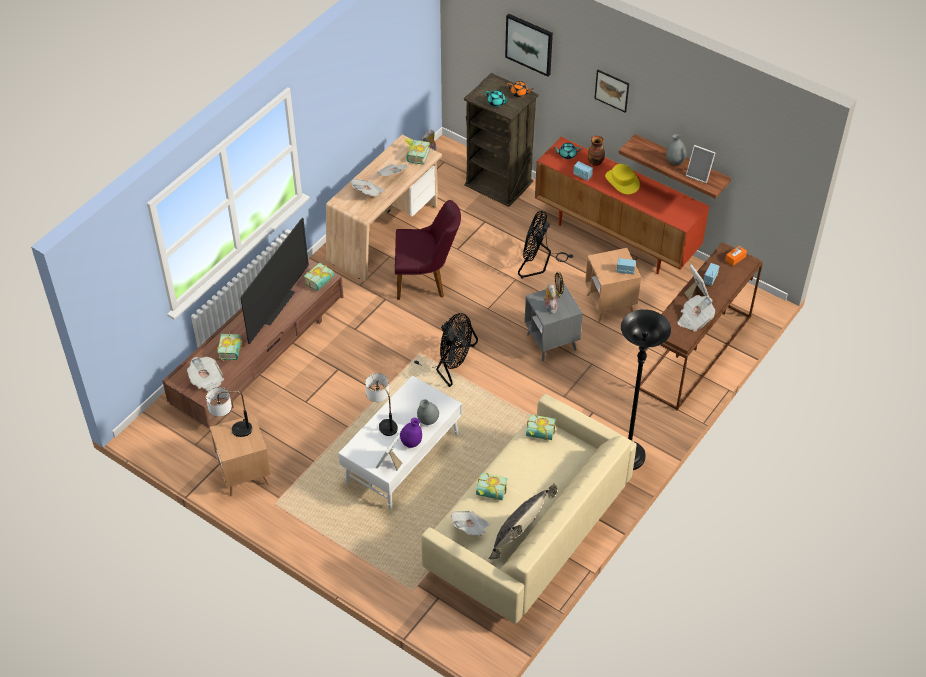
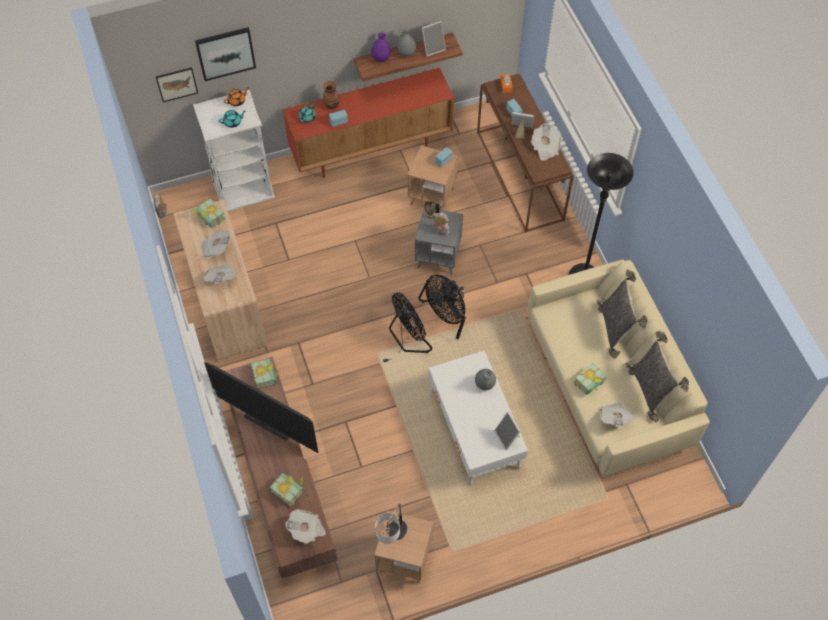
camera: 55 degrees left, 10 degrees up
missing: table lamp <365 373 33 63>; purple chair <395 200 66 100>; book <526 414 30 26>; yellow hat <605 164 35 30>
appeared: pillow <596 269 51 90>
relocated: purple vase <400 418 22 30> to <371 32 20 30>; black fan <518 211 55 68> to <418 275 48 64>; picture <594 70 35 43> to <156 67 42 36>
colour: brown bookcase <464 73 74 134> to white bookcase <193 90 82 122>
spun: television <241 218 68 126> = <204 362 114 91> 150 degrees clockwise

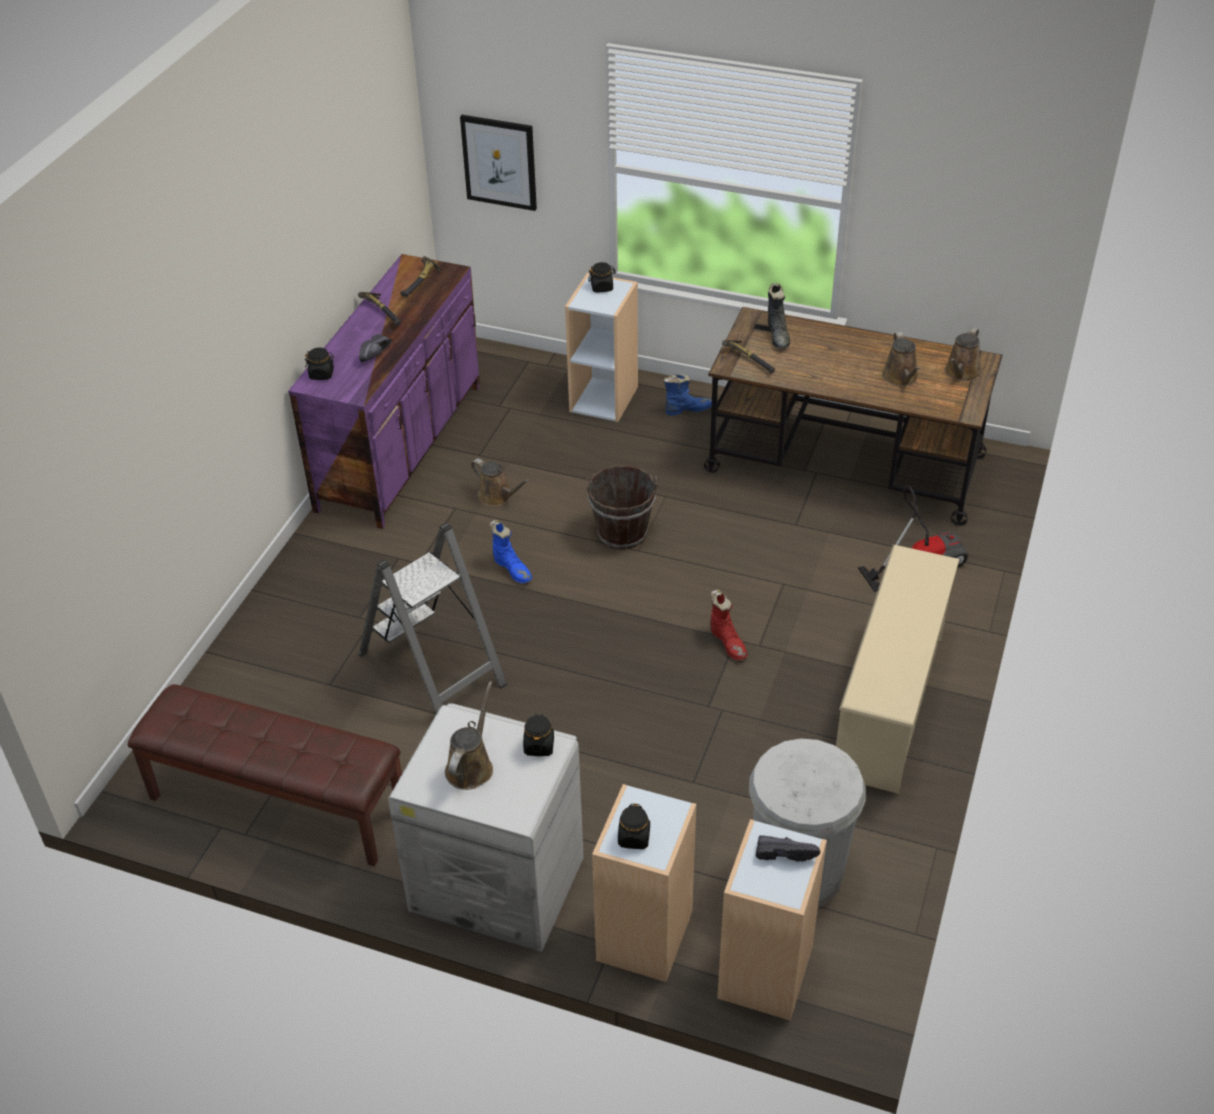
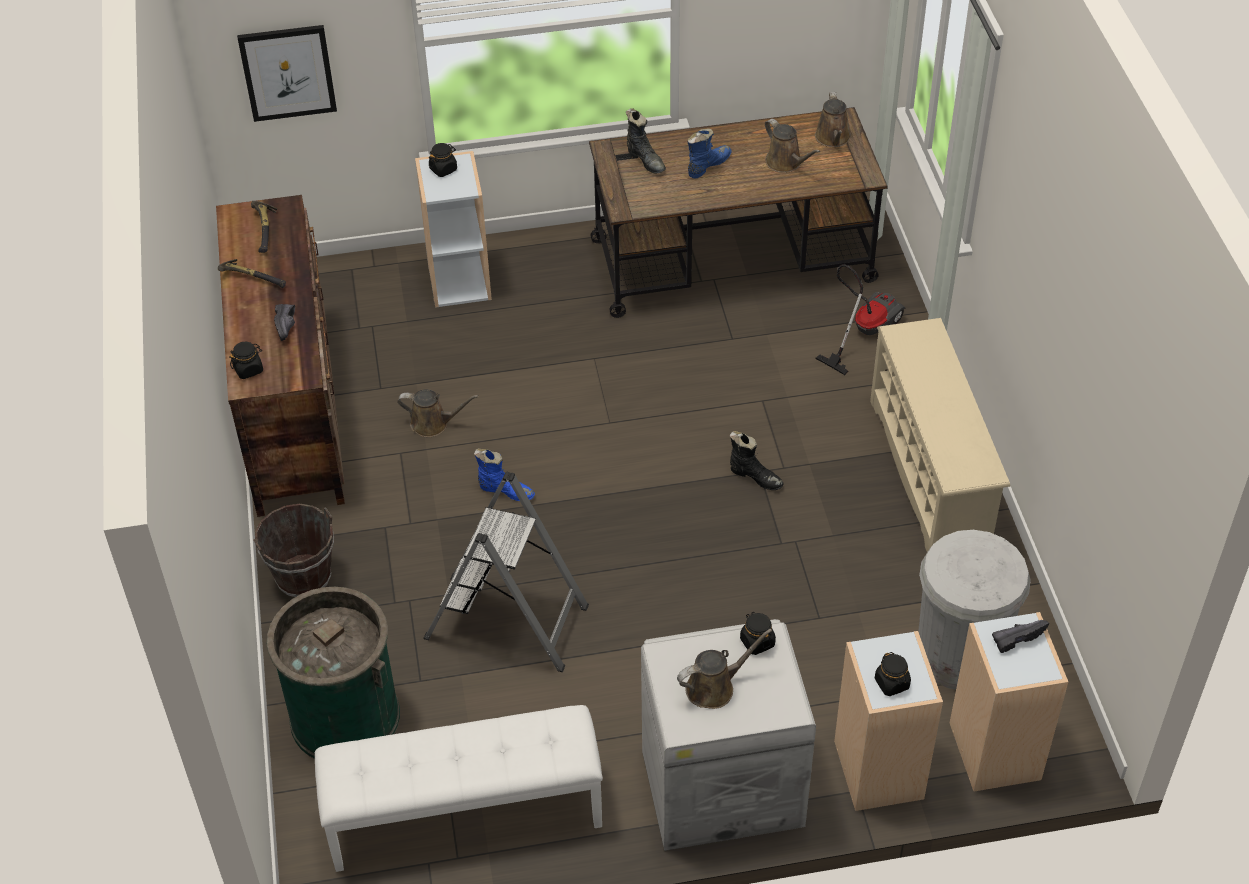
camera: 30 degrees left, 5 degrees up
missing: hammer <722 340 53 34>
appeared: green trash can <267 587 133 172>
relocated: brown bucket <587 465 70 84> to <254 504 80 94>; blue boot <664 374 48 42> to <687 128 45 50>
colour: brown bench <128 684 274 182> to white bench <315 705 288 167>; purple cabinet <288 254 192 275> to brown cabinet <216 195 129 322>; red boot <710 590 37 70> to black boot <730 431 54 59>
spun: brown watering can <445 681 48 109> = <677 629 95 80> 75 degrees clockwise

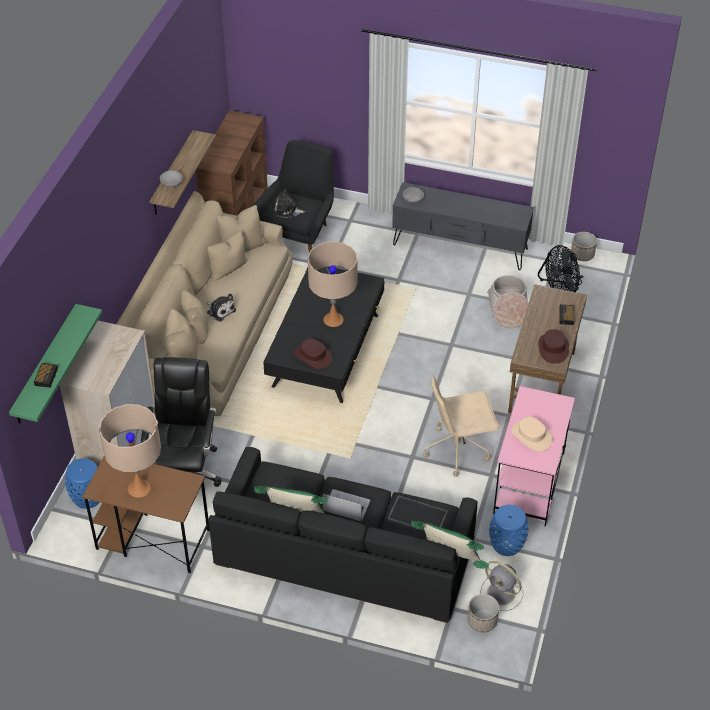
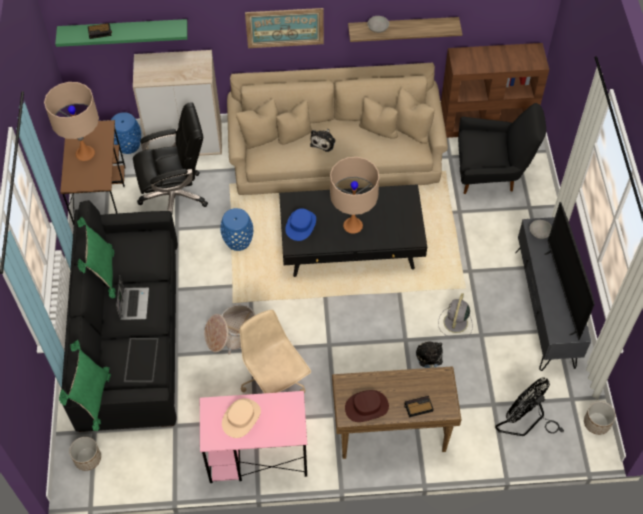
camera: 70 degrees right, 10 degrees up
appeared: picture <245 8 79 40>; television <544 202 51 138>
relocated: plush toy <274 189 31 29> to <416 341 27 27>; grey fan <480 561 43 50> to <438 293 35 46>; basket <487 275 42 53> to <204 304 51 51>; blue stool <489 505 39 51> to <220 208 34 43>
colour: brown hat <294 339 38 30> to blue hat <285 208 31 33>

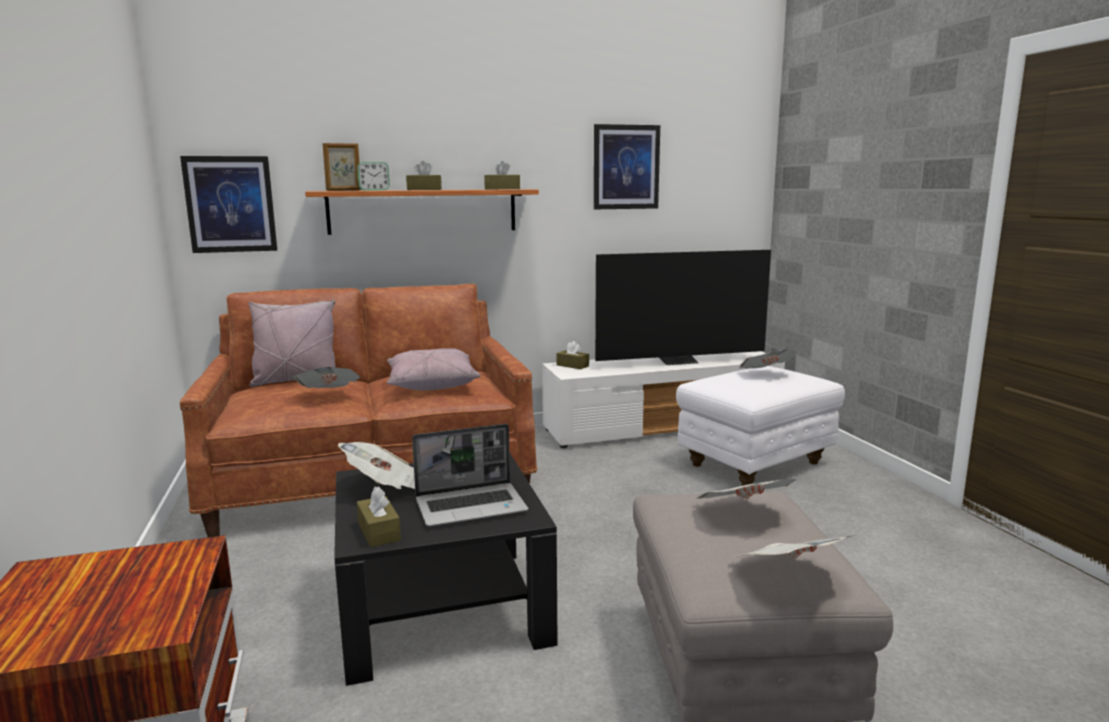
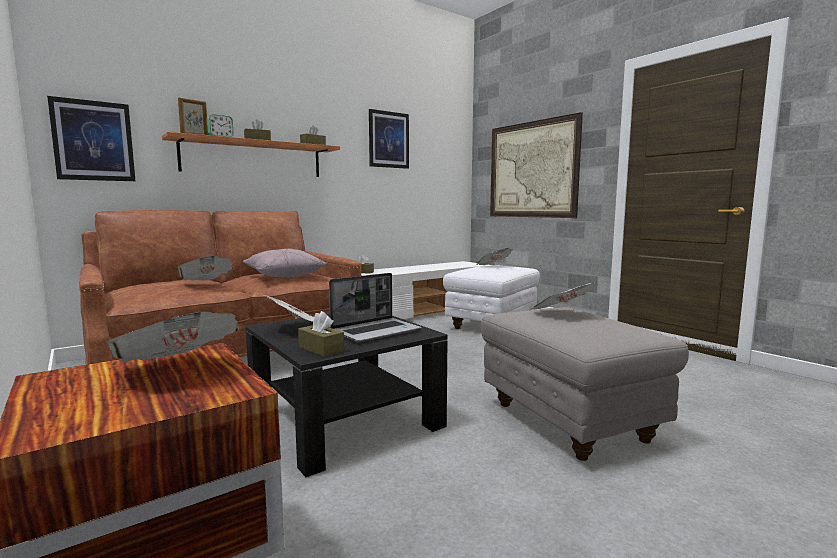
camera: 20 degrees left, 5 degrees down
missing: purple pillow <249 300 86 87>; television <595 250 176 115>
appeared: picture <490 112 93 106>
relocated: newspaper <731 535 126 23> to <106 312 133 49>

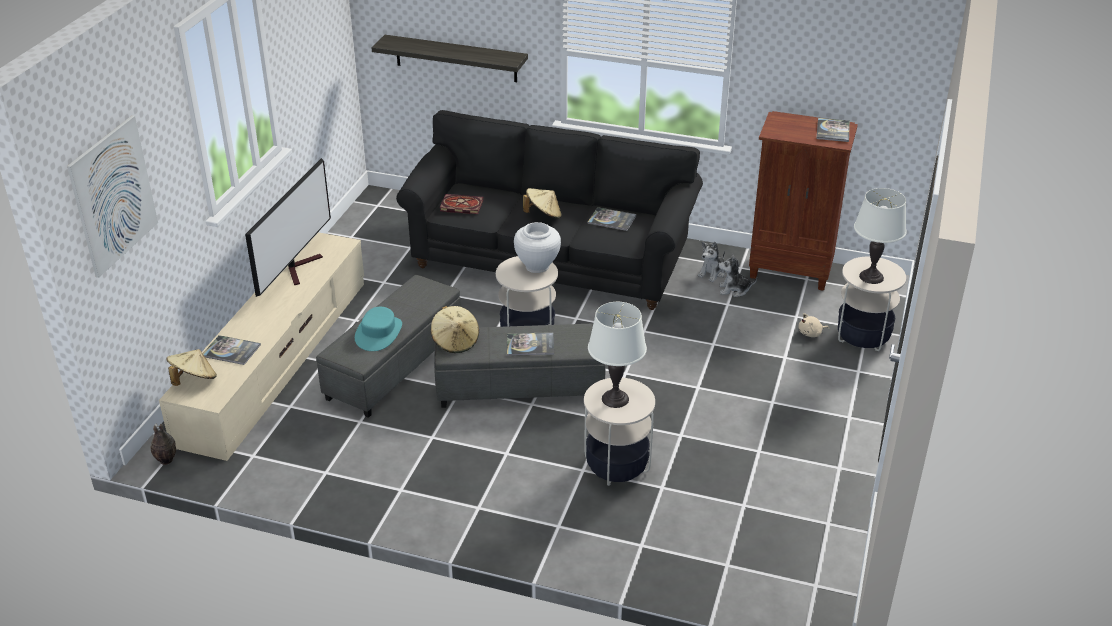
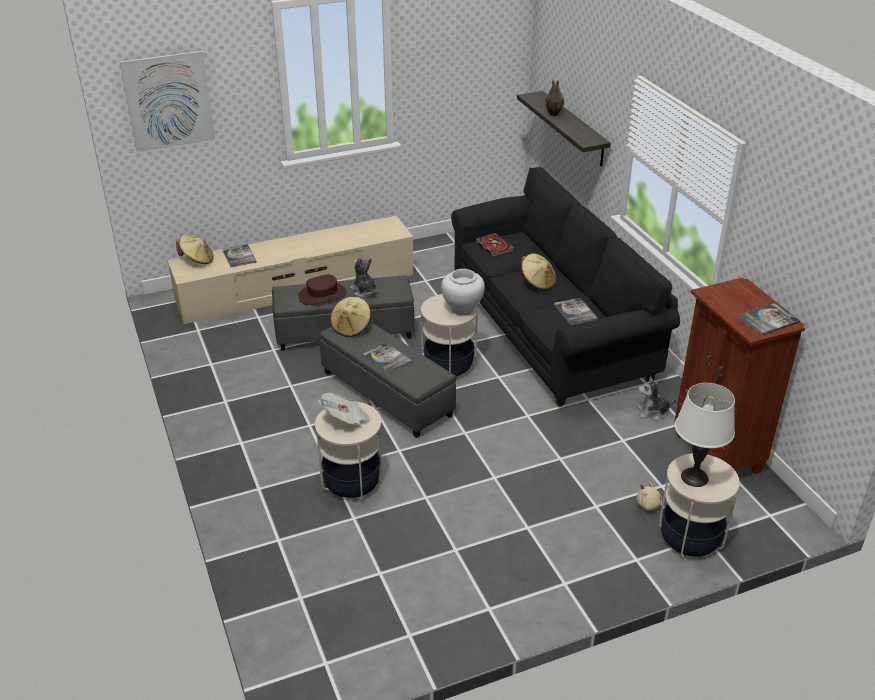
camera: 50 degrees right, 0 degrees up
missing: television <245 158 86 139>
relocated: vase <151 423 25 42> to <546 79 18 37>; plush toy <718 253 39 44> to <350 257 27 40>
exchanged: white table lamp <588 302 59 106> to newspaper <318 392 54 32>
colour: turquoise hat <355 307 47 44> to brown hat <298 274 49 31>

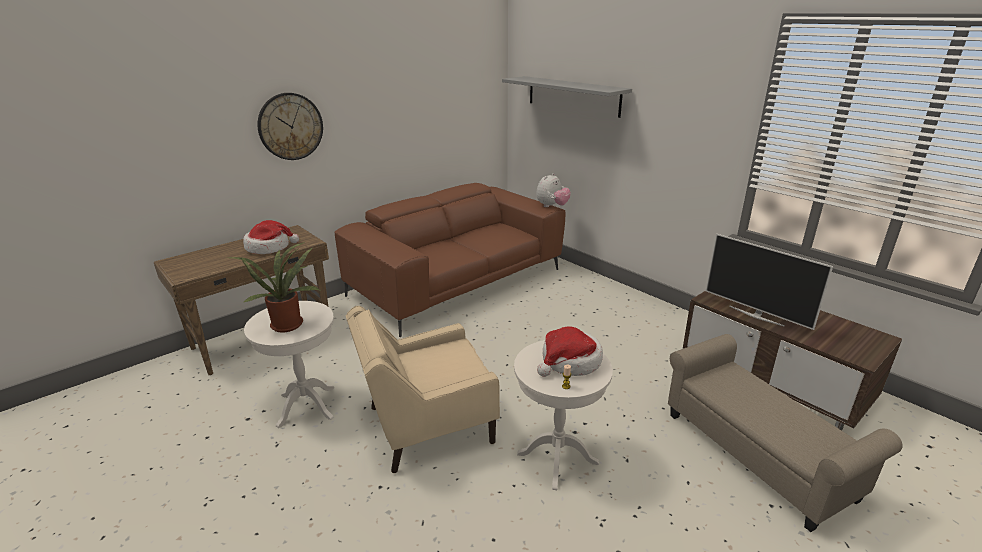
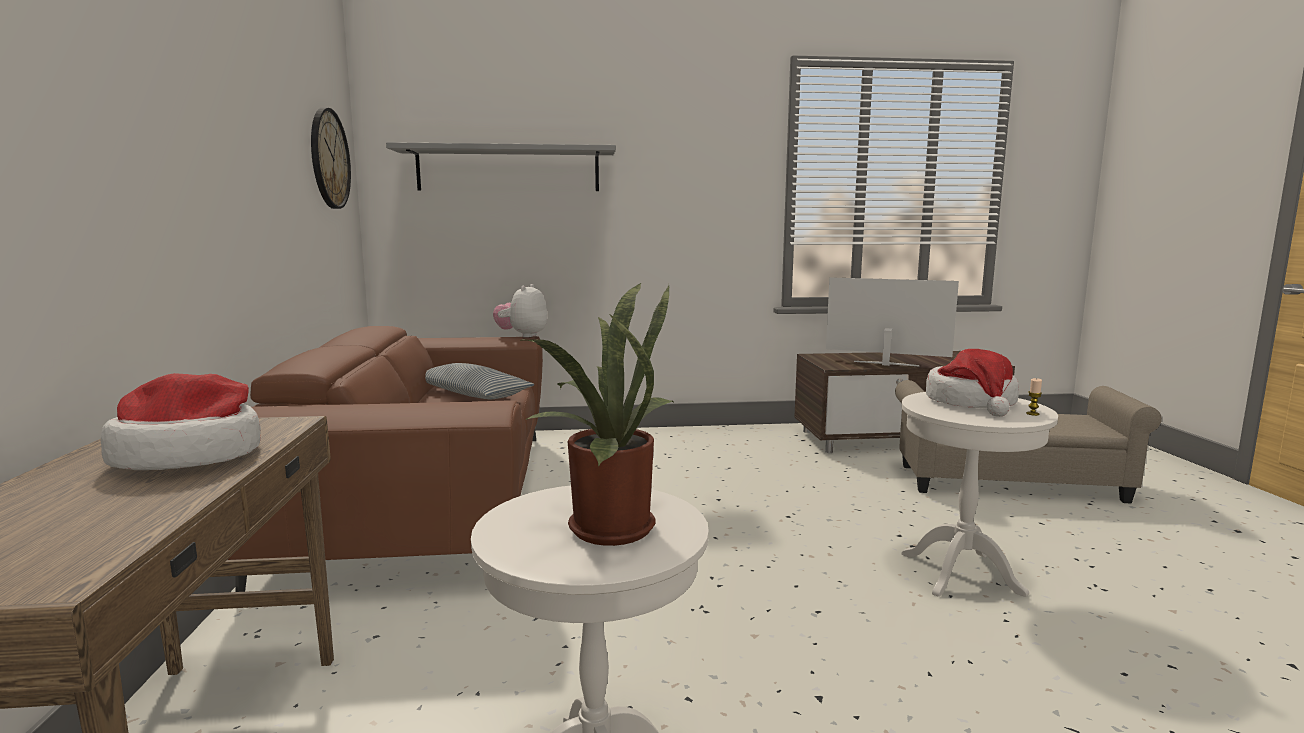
camera: 55 degrees left, 15 degrees down
missing: beige armchair <346 306 154 167>
appeared: pillow <425 363 109 36>
relocated: wall clock <257 93 66 67> to <311 108 40 101>
spun: plush toy <536 173 35 34> = <493 284 54 53> 150 degrees counterclockwise; television <705 234 128 96> = <826 277 133 89> 150 degrees counterclockwise

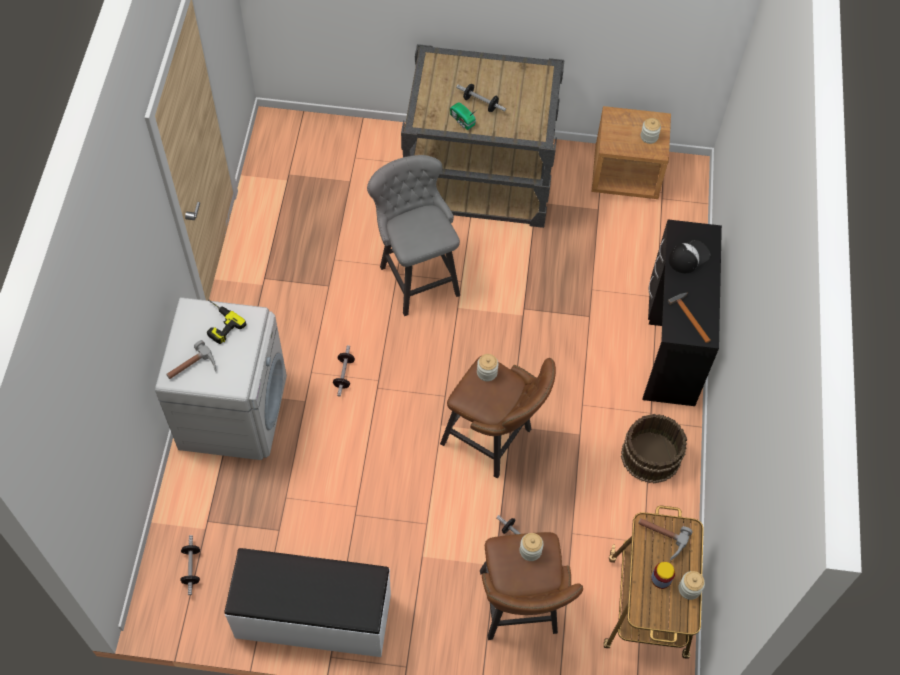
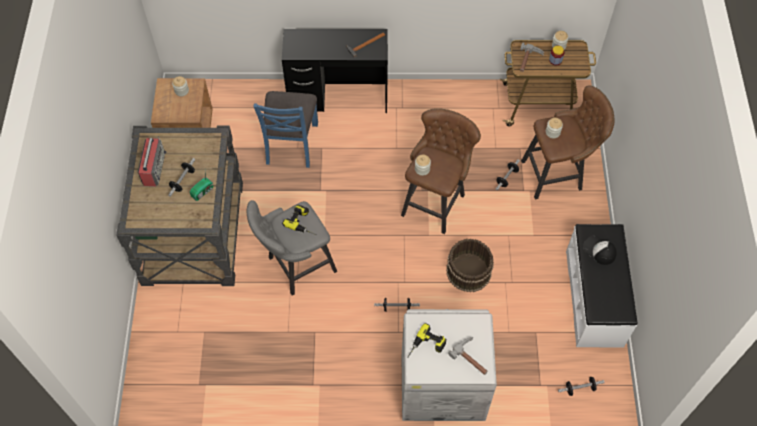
camera: 95 degrees left, 0 degrees up
appeared: radio <138 136 28 51>; blue chair <254 91 64 77>; power drill <282 205 35 30>
relocated: brown bucket <621 414 66 70> to <446 239 48 53>; cap <669 240 41 33> to <583 236 34 29>

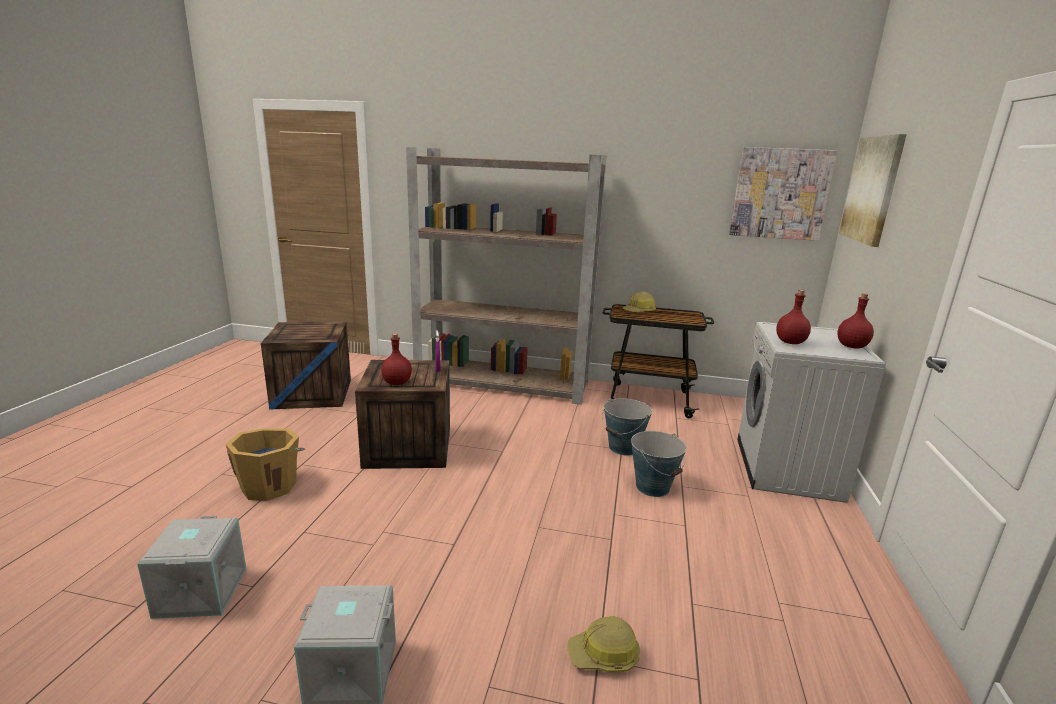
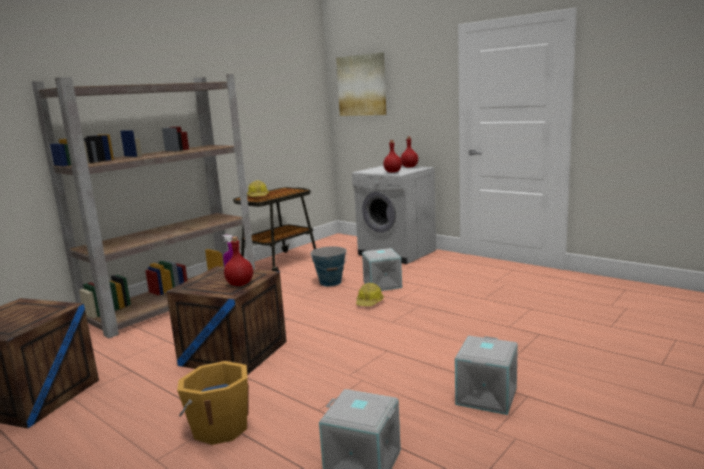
camera: 60 degrees left, 5 degrees down
missing: picture <729 147 108 94>
relocated: hard hat <567 616 73 57> to <356 283 28 23>
exchanged: bucket <631 431 56 66> to grey storage box <362 248 40 43>

